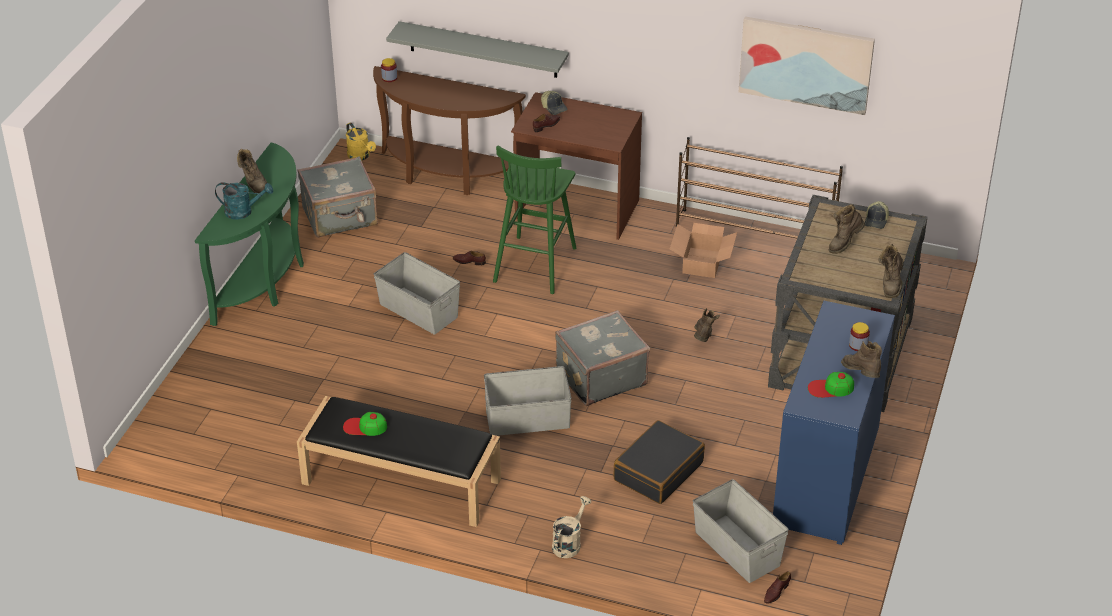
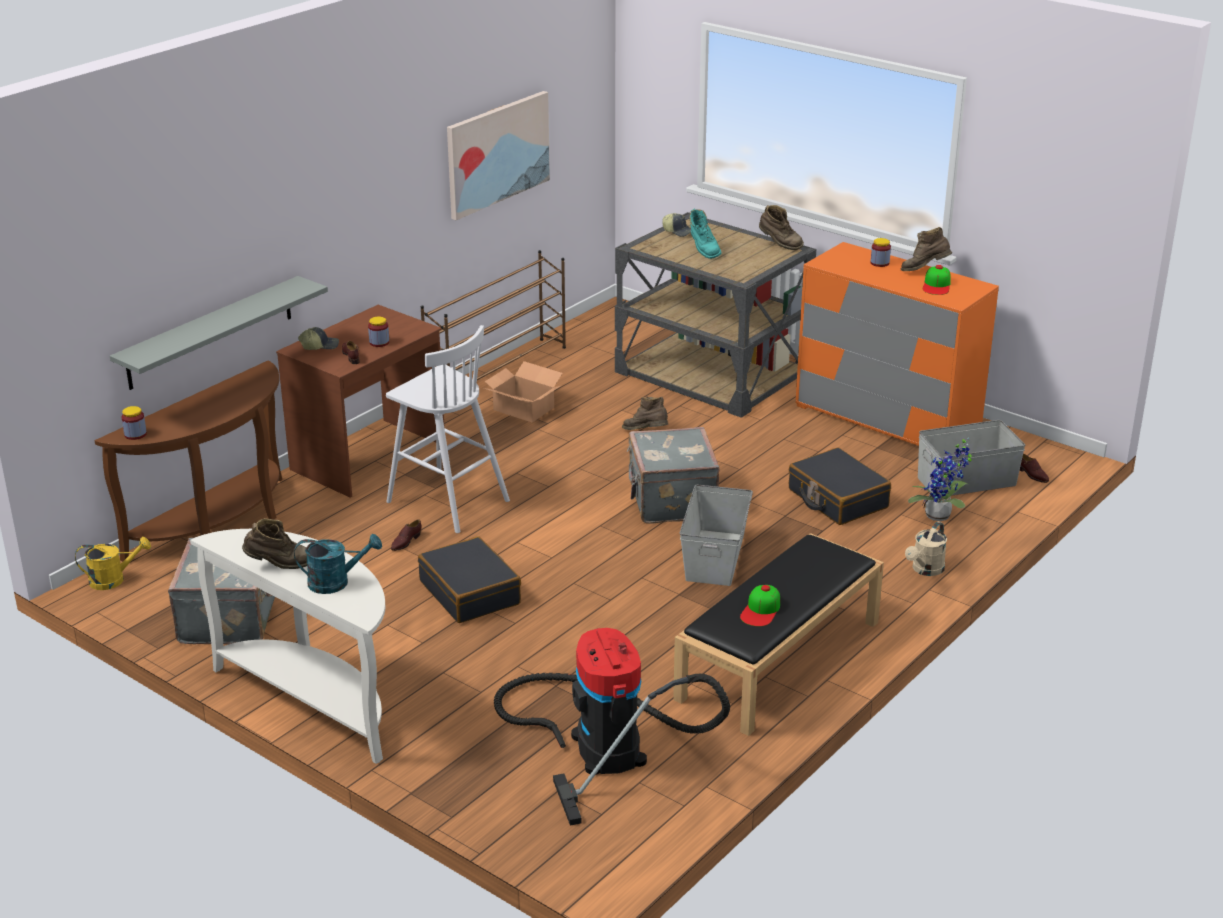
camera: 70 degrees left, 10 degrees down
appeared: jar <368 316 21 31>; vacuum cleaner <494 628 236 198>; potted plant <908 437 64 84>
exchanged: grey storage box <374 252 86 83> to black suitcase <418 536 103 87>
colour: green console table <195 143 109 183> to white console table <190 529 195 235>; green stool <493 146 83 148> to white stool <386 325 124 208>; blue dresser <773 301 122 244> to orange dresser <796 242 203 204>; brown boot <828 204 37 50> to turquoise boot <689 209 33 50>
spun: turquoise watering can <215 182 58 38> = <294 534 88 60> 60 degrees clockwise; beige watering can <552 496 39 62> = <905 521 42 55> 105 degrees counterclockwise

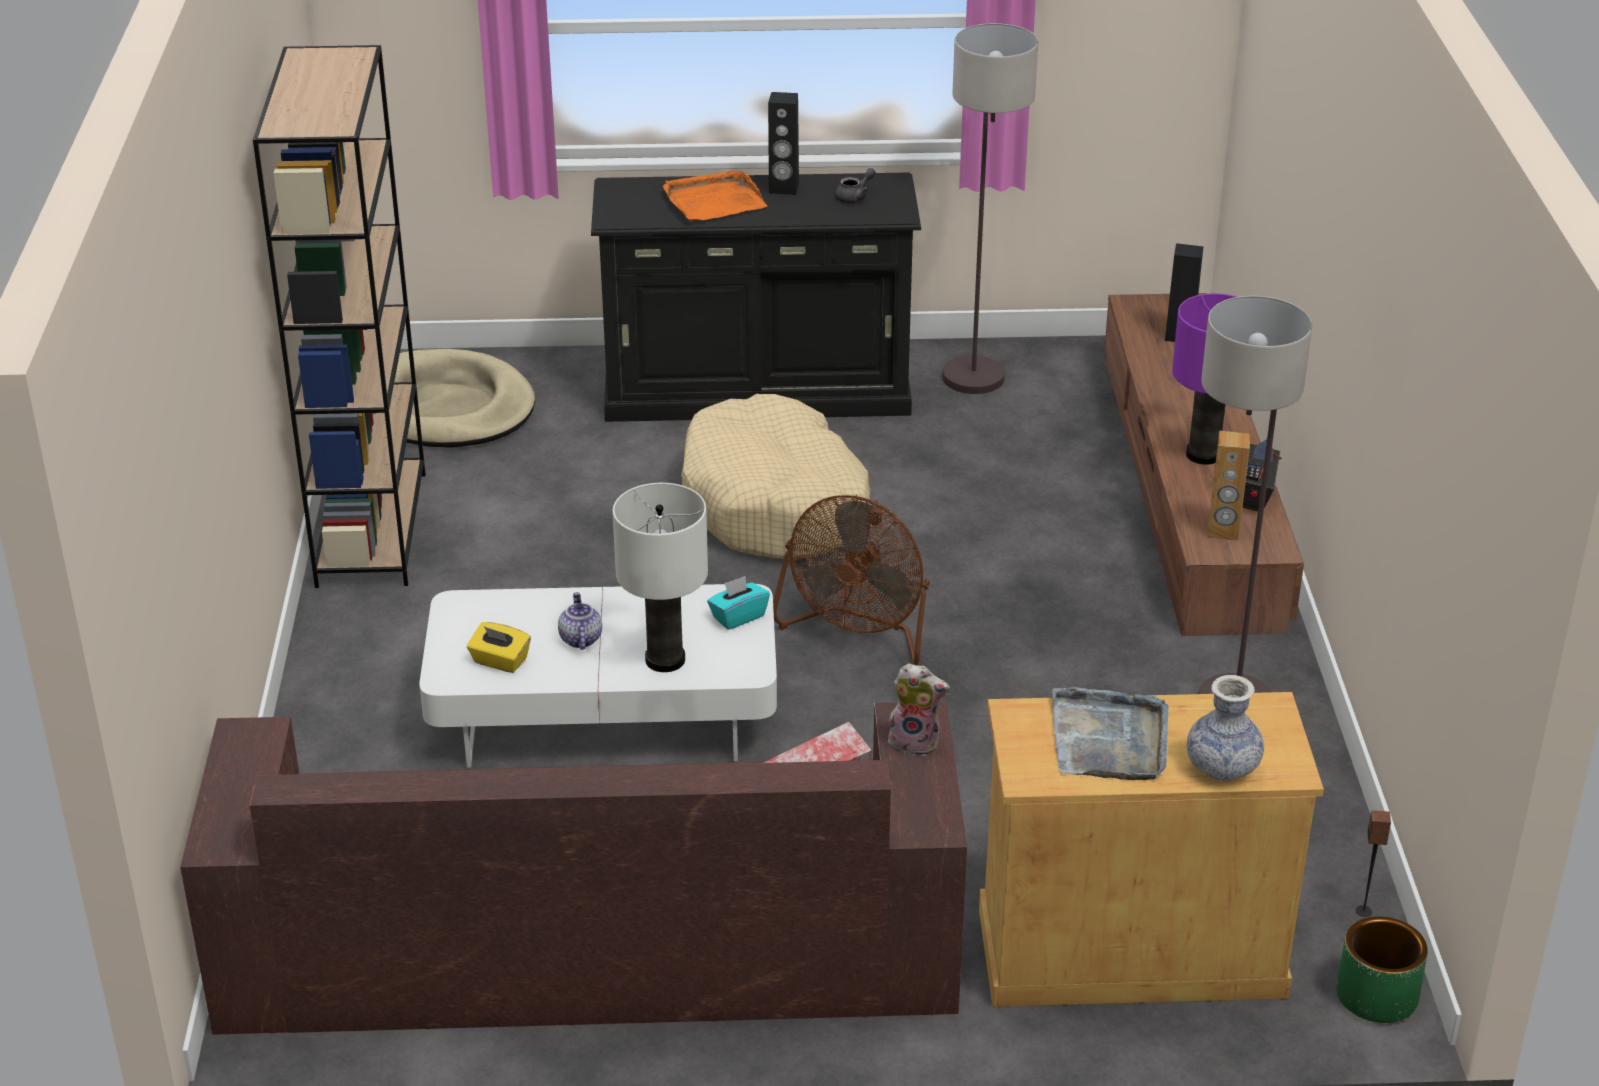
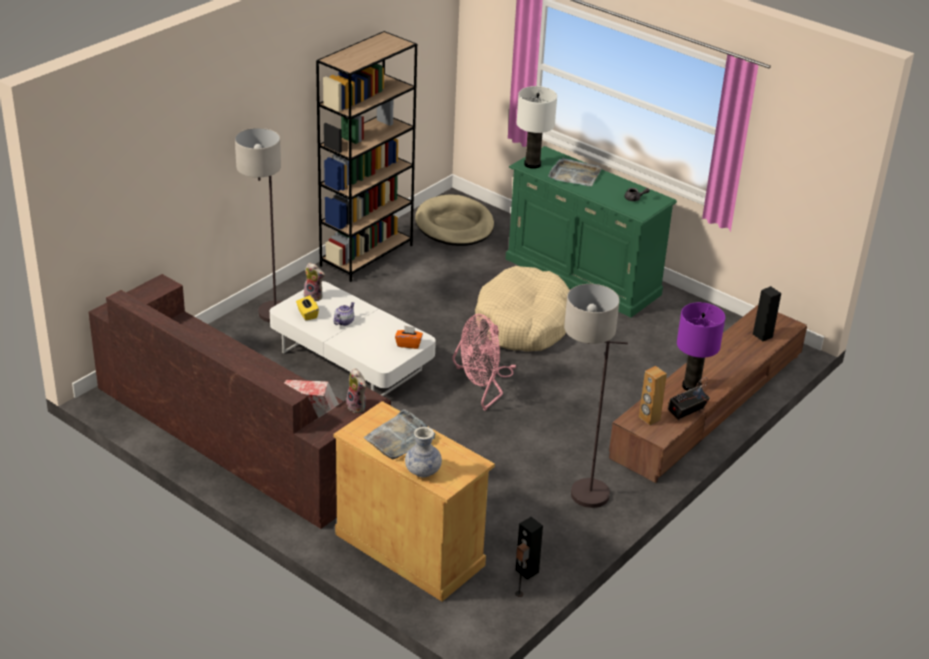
camera: 40 degrees right, 0 degrees up
missing: green planter <1336 916 92 107>
appeared: plush toy <304 263 21 38>
relocated: white table lamp <612 483 96 189> to <517 86 40 83>; black speaker <768 92 31 103> to <516 517 27 63>; grey floor lamp <943 23 95 371> to <235 128 47 194>
colour: black cabinet <591 172 330 250> to green cabinet <505 146 172 171>; orange tray <663 170 104 51> to grey tray <548 158 54 28>; turquoise tissue box <707 576 63 54> to orange tissue box <395 325 28 24>; brown fan <773 495 157 170> to pink fan <453 314 63 97>

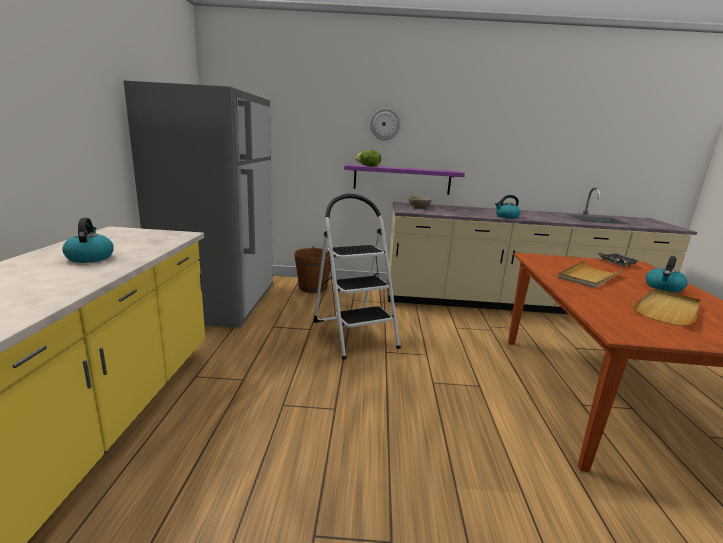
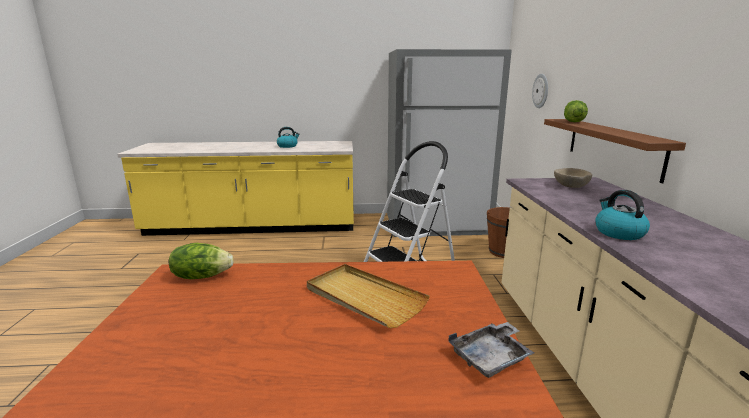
camera: 85 degrees right, 0 degrees up
missing: beige tray <633 288 68 38>; kettle <646 256 42 36>
appeared: lettuce <169 243 65 36>
relocated: wall clock <370 108 31 32> to <532 74 16 34>
colour: purple shelf <344 164 121 31> to brown shelf <544 119 142 64>

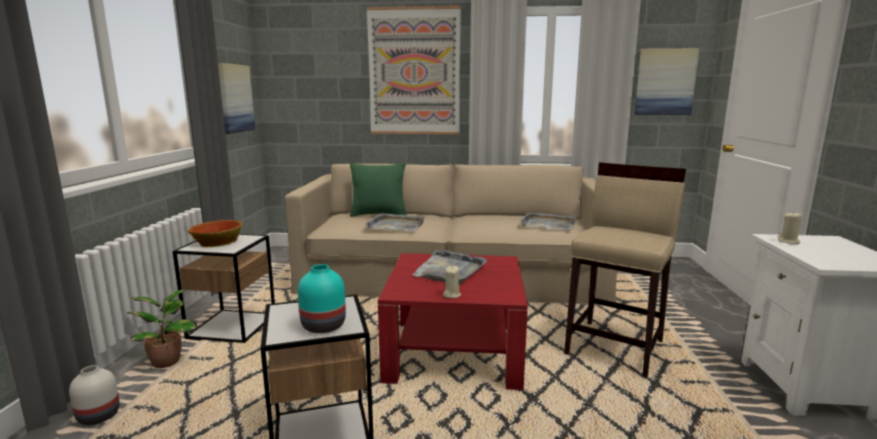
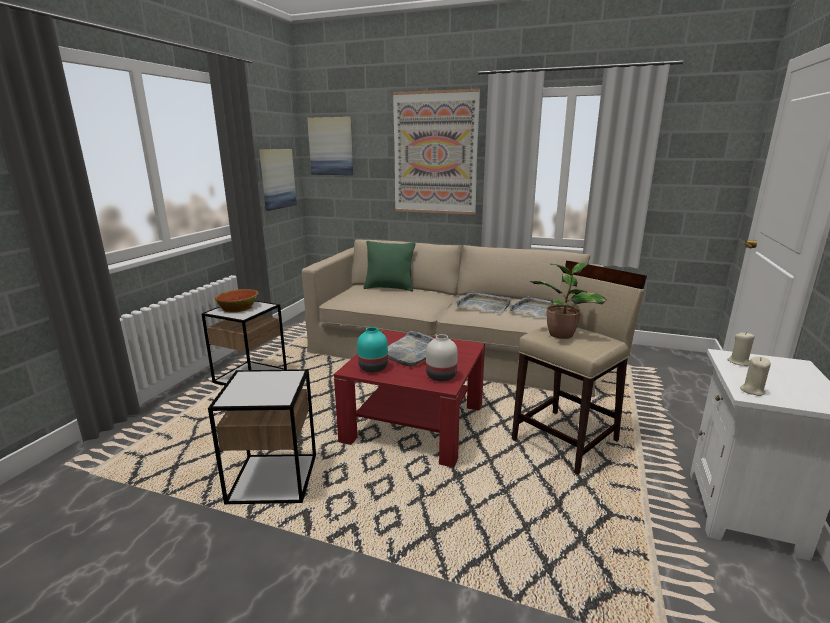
camera: 15 degrees right, 5 degrees up
relocated: white vase <69 365 51 60> to <426 334 32 48>; potted plant <127 289 70 79> to <529 263 78 76>; turquoise vase <298 264 48 69> to <357 327 31 45>; grey tray <365 213 60 18> to <455 291 58 22>; beige candle <443 266 18 33> to <740 357 31 39>; picture <635 48 65 67> to <307 117 46 58>

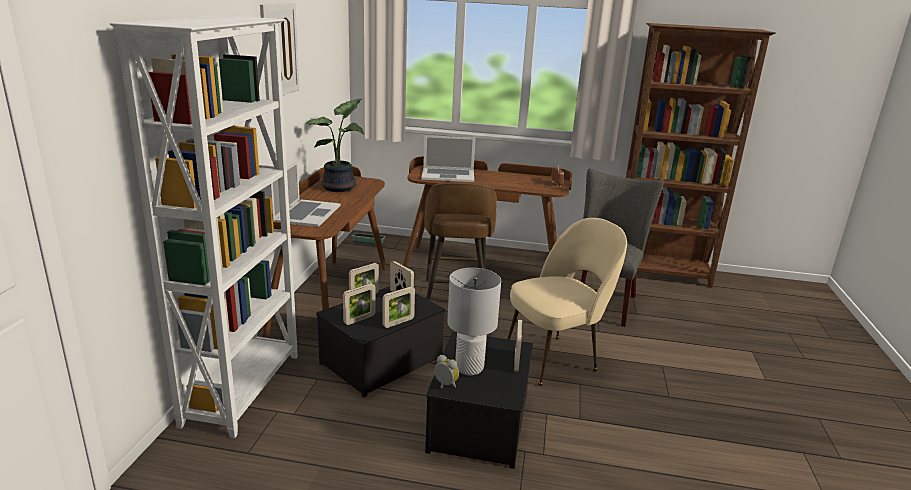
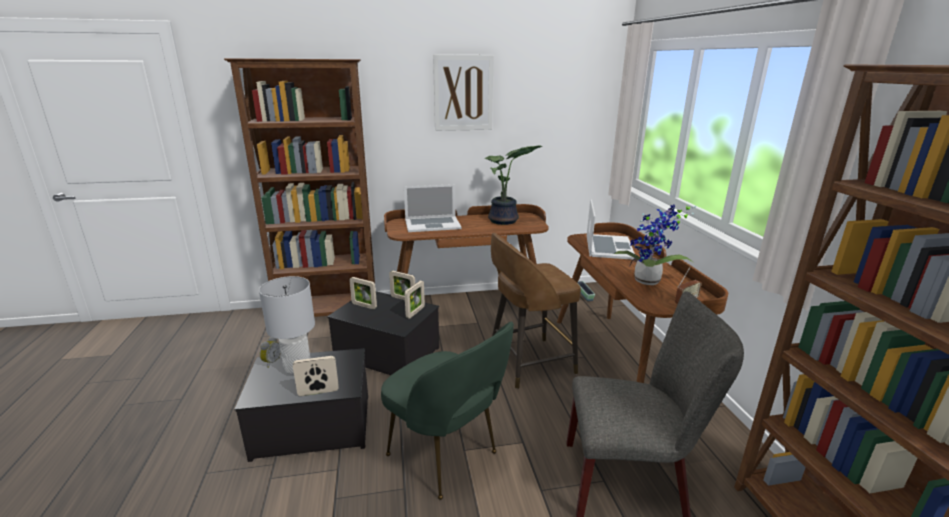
camera: 70 degrees right, 0 degrees up
missing: picture frame <383 286 32 42>
appeared: potted plant <614 204 82 81>
colour: white bookcase <110 15 188 423> to brown bookcase <224 58 151 259>; beige chair <508 218 119 168> to green chair <381 322 133 178>
spun: laptop <421 135 55 47> = <587 199 48 61> 150 degrees counterclockwise

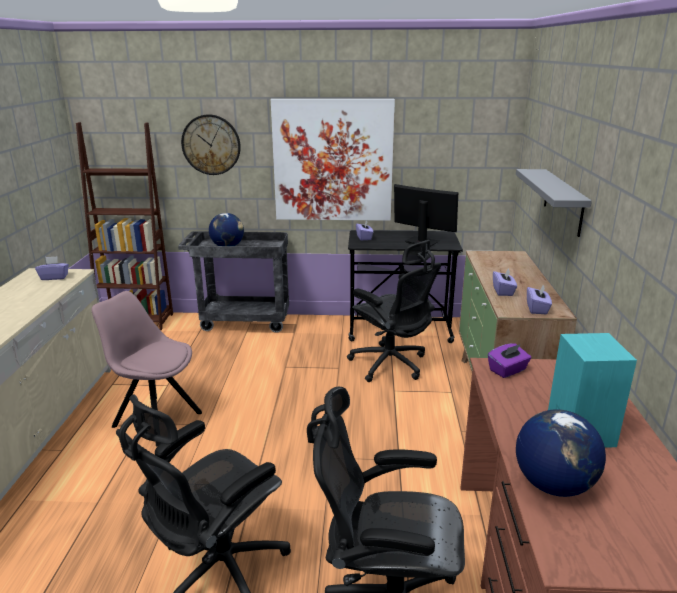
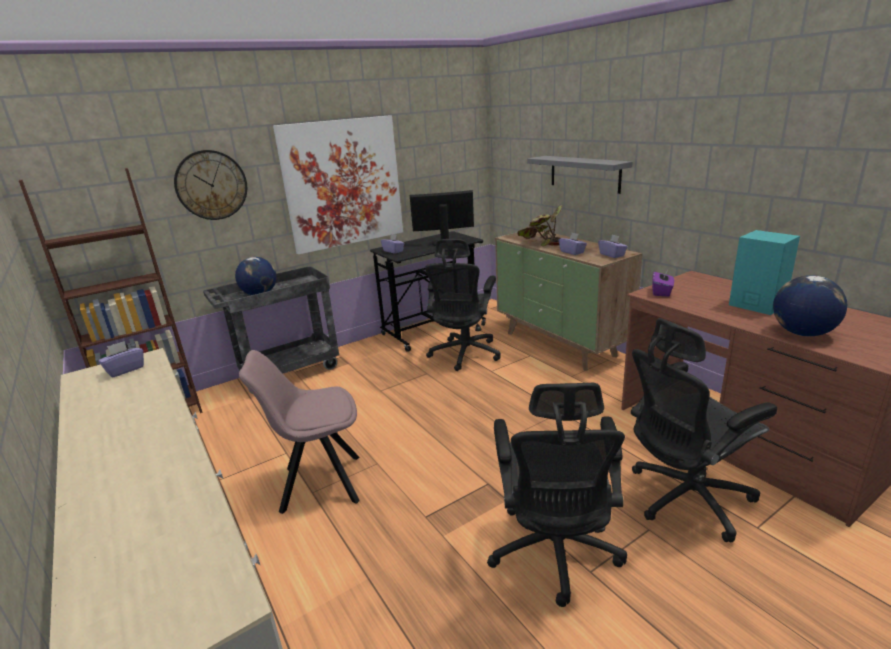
camera: 35 degrees left, 0 degrees up
appeared: potted plant <517 205 46 42>
spun: office chair <347 240 94 142> = <425 239 76 132> 90 degrees clockwise

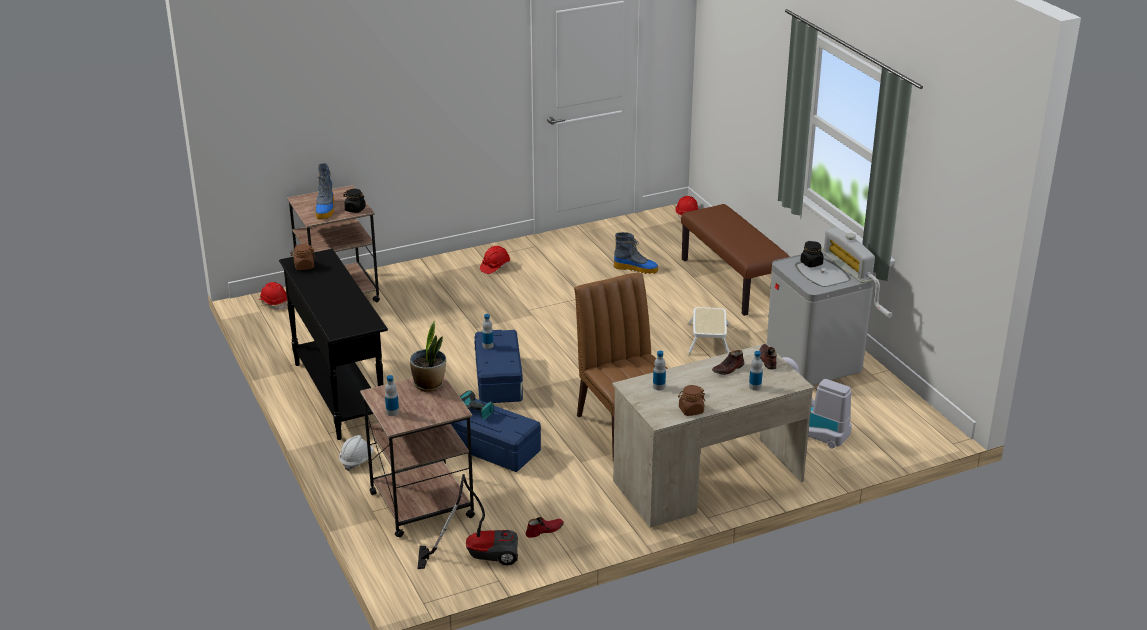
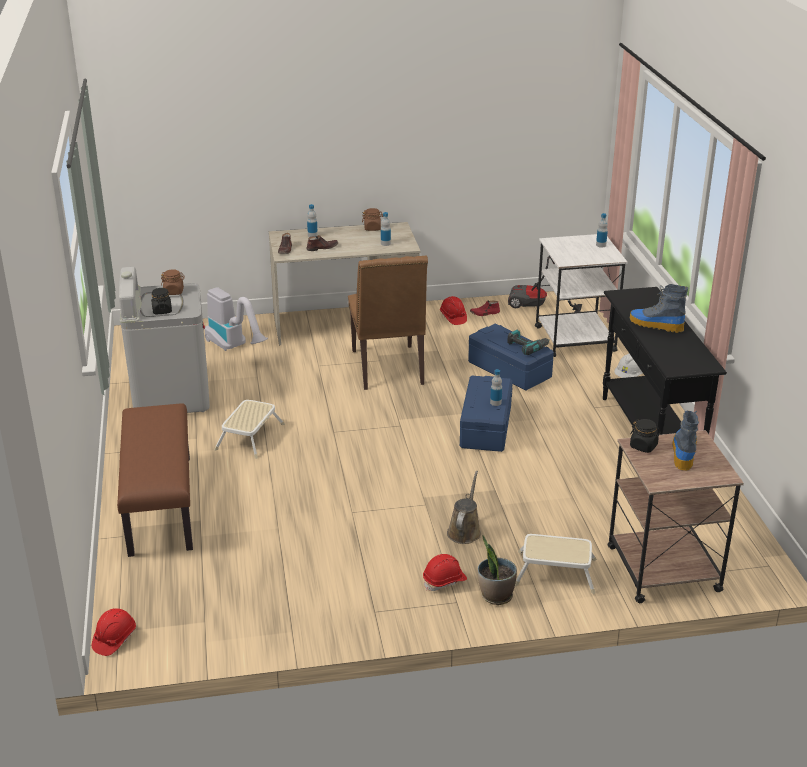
camera: 165 degrees left, 0 degrees up
appeared: brown watering can <447 471 34 73>; beige step ladder <515 534 82 60>
relocated: red hard hat <259 282 29 28> to <440 296 27 29>; brown jar <290 244 26 26> to <161 269 24 26>; potted plant <410 321 36 71> to <478 535 39 70>; boot <614 232 44 42> to <630 284 58 49>
colour: brown cart <360 376 115 162> to white cart <535 234 93 123>

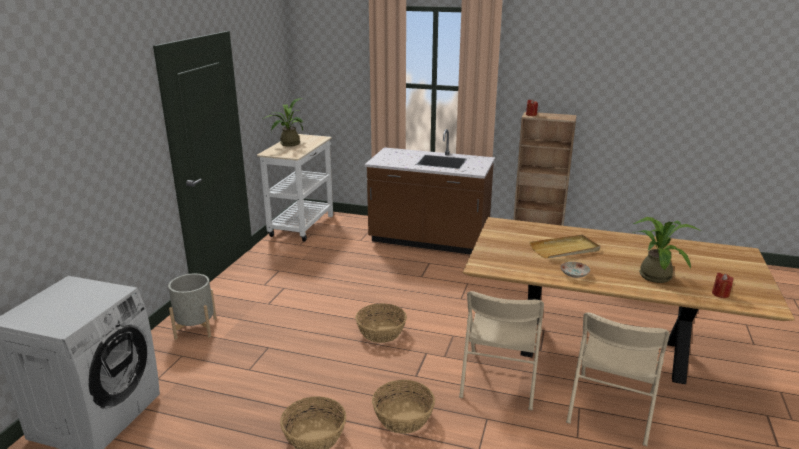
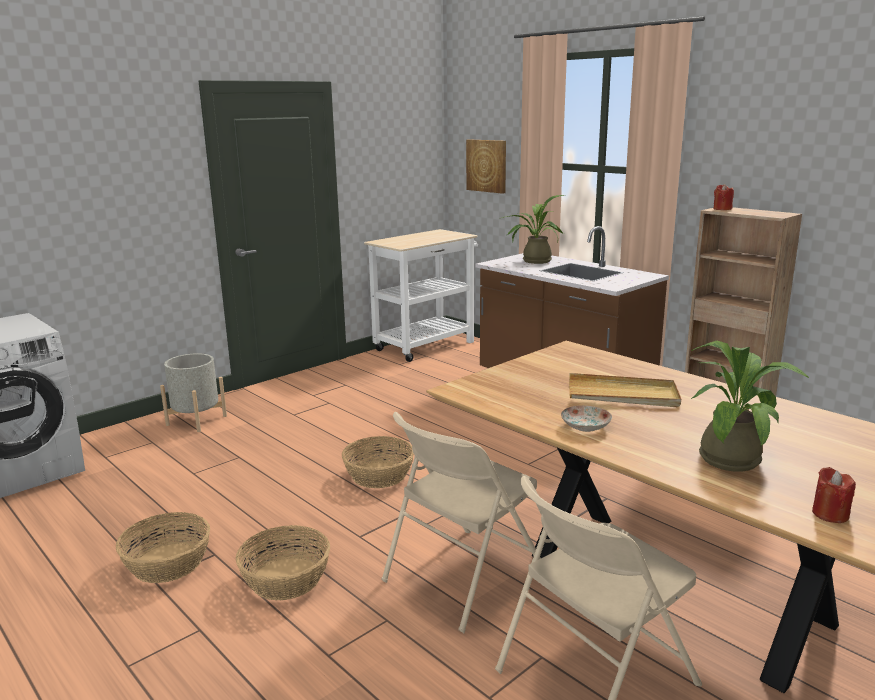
camera: 30 degrees right, 5 degrees down
appeared: picture <466 139 40 55>
relocated: potted plant <262 98 41 49> to <499 195 65 69>

